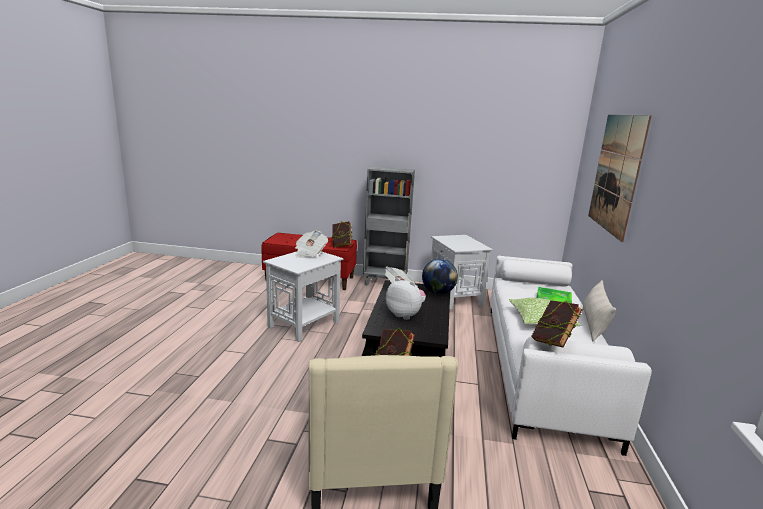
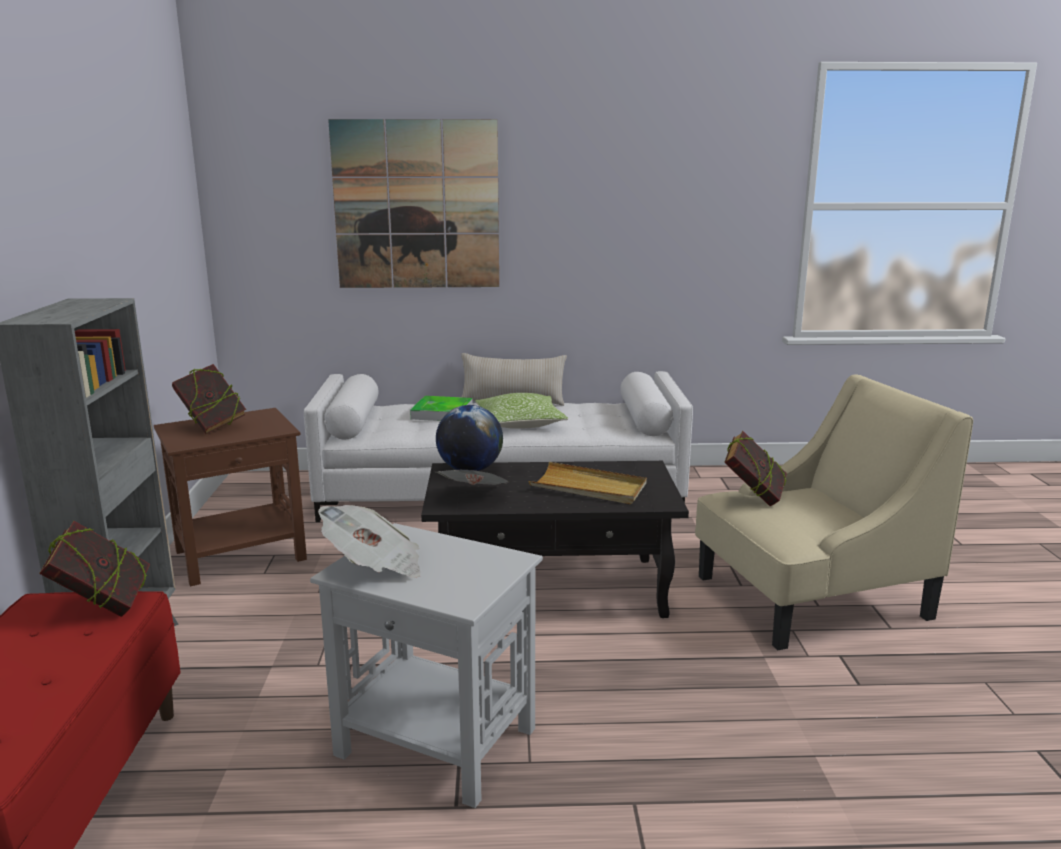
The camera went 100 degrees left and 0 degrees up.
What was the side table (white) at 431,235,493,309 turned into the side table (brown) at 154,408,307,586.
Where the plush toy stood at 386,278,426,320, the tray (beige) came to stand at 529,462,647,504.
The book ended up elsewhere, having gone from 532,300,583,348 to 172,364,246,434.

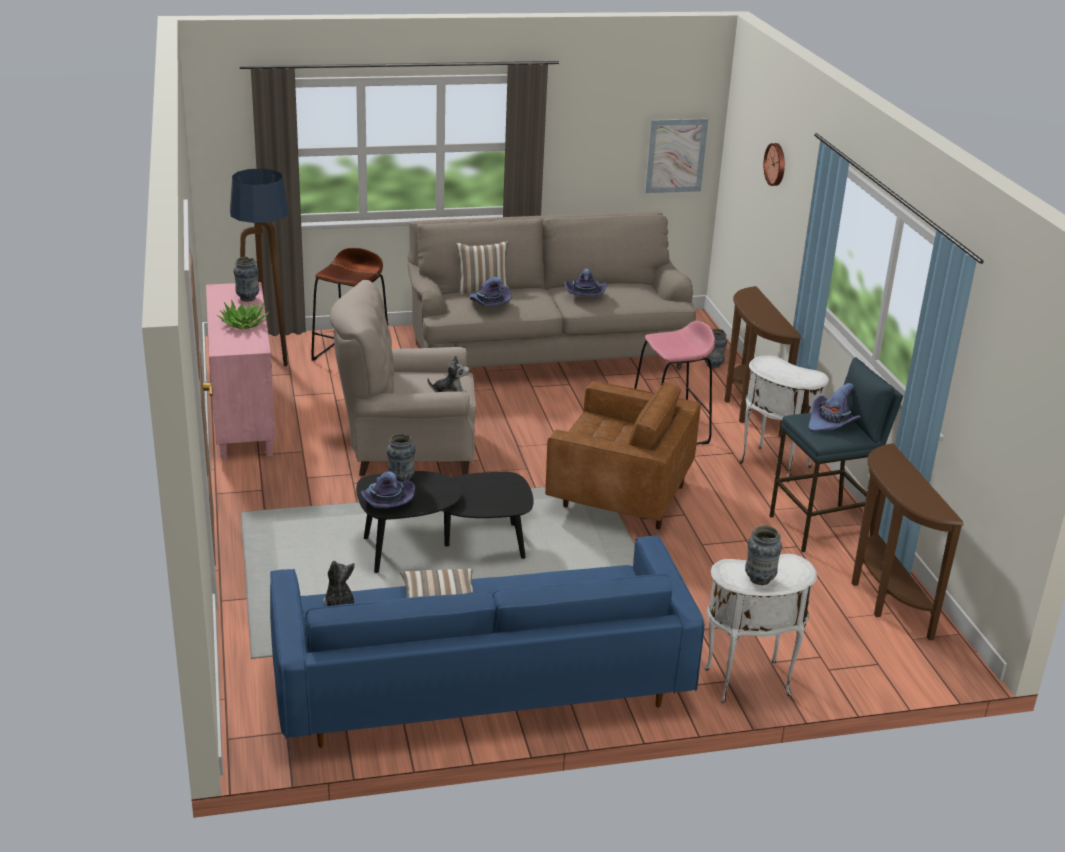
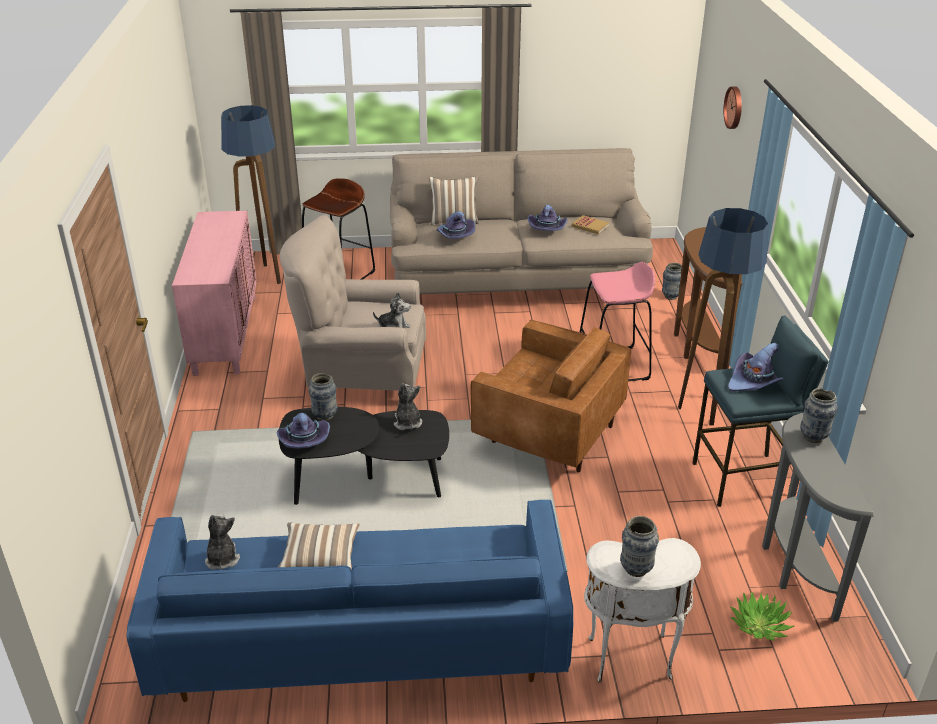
The camera went 10 degrees right and 5 degrees up.
The second view lost the picture at 645,118,708,193.
The vase ended up elsewhere, having gone from 233,257,259,301 to 800,388,838,443.
The potted plant ended up elsewhere, having gone from 217,300,269,329 to 730,592,794,640.
Where the side table (white) stood at 739,355,829,483, the floor lamp came to stand at 678,208,768,426.
What was the console table (brown) at 852,443,964,640 turned into the console table (grey) at 762,412,873,622.
The second view gained the book at 571,215,609,235.
The second view gained the plush toy at 394,383,422,430.

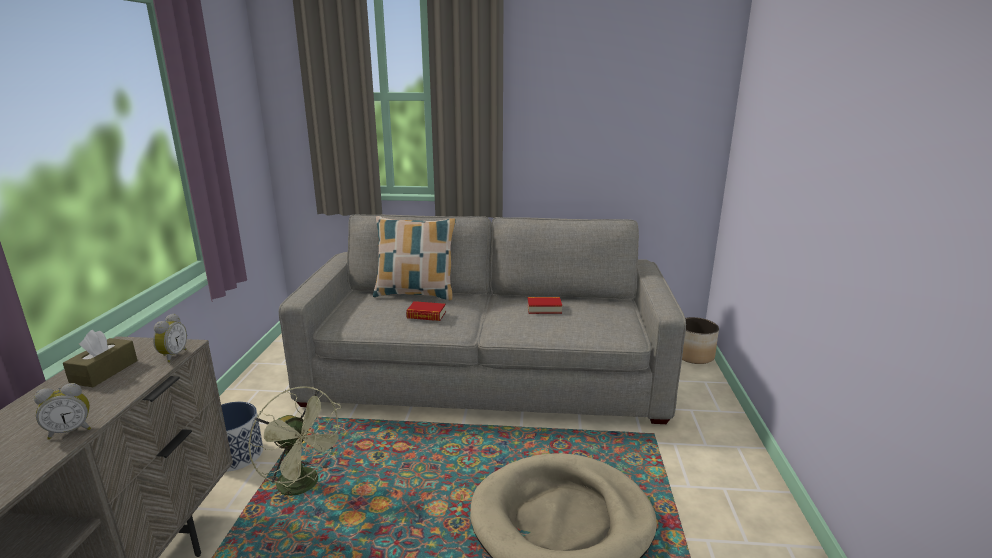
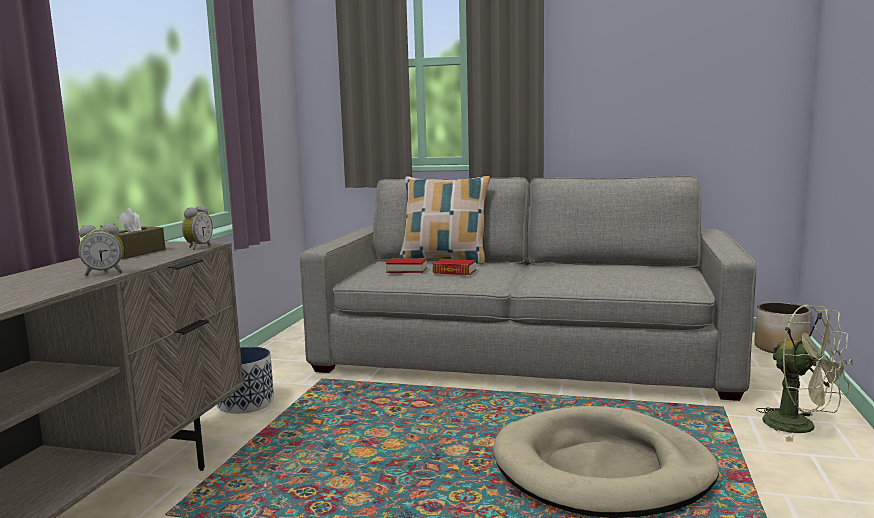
The camera went 10 degrees right and 10 degrees down.
The book ended up elsewhere, having gone from 527,297,562,314 to 386,258,427,273.
The fan (green) ended up elsewhere, having gone from 248,386,346,497 to 756,305,852,442.

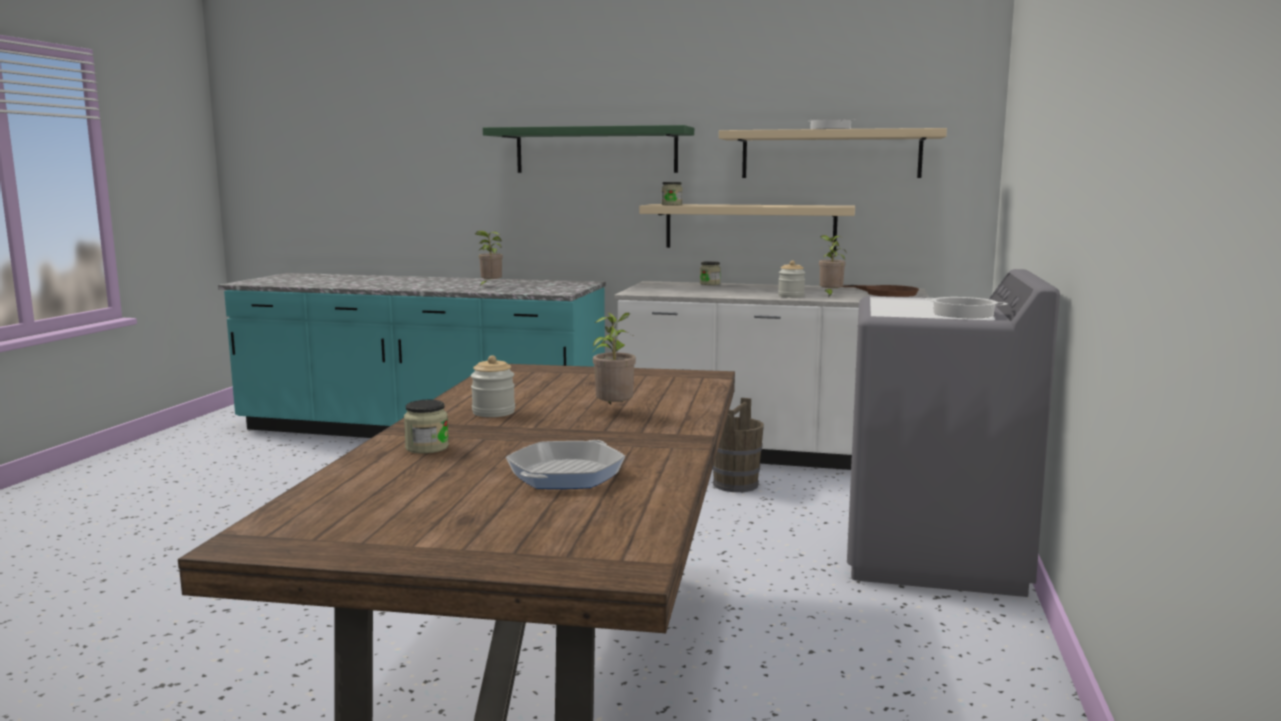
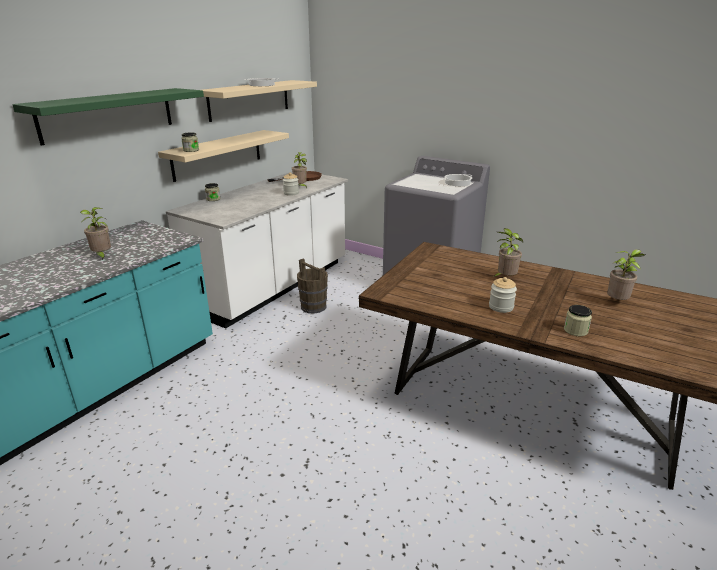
The camera went 70 degrees left and 15 degrees up.
Where the frying pan stood at 506,440,625,489, the potted plant came to stand at 607,249,645,300.

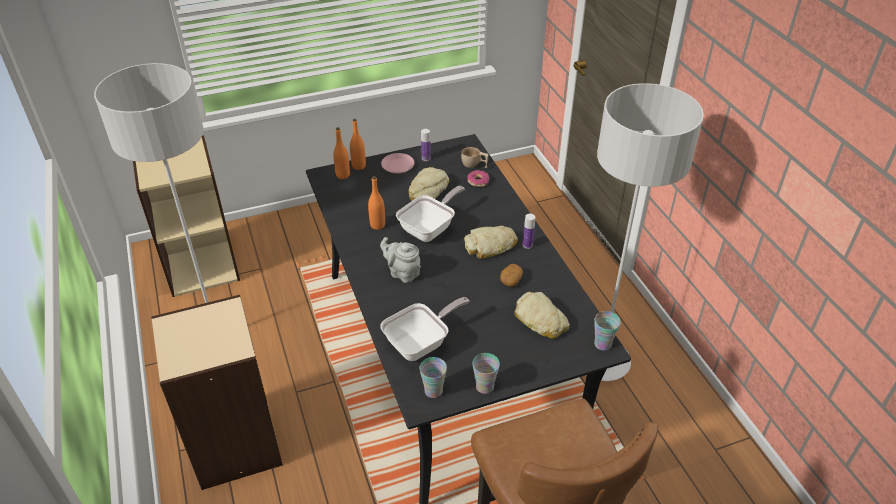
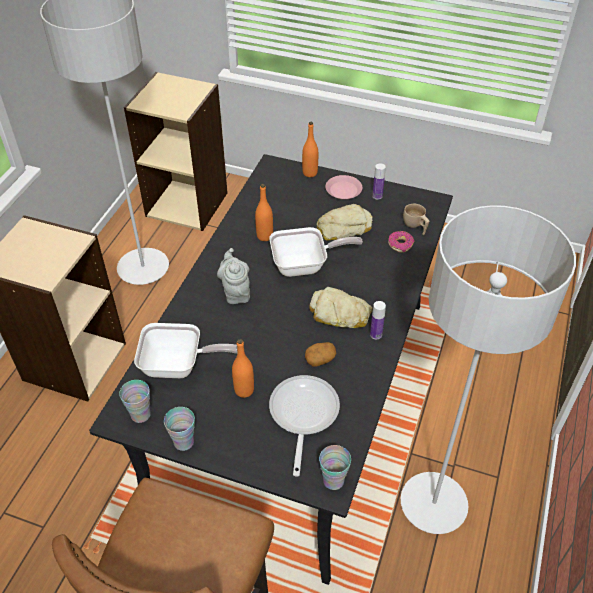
The camera went 40 degrees right and 5 degrees up.
The bottle (orange) ended up elsewhere, having gone from 333,127,350,179 to 232,339,254,398.
Where the bread stood at 515,292,570,339, the frying pan came to stand at 269,375,340,476.

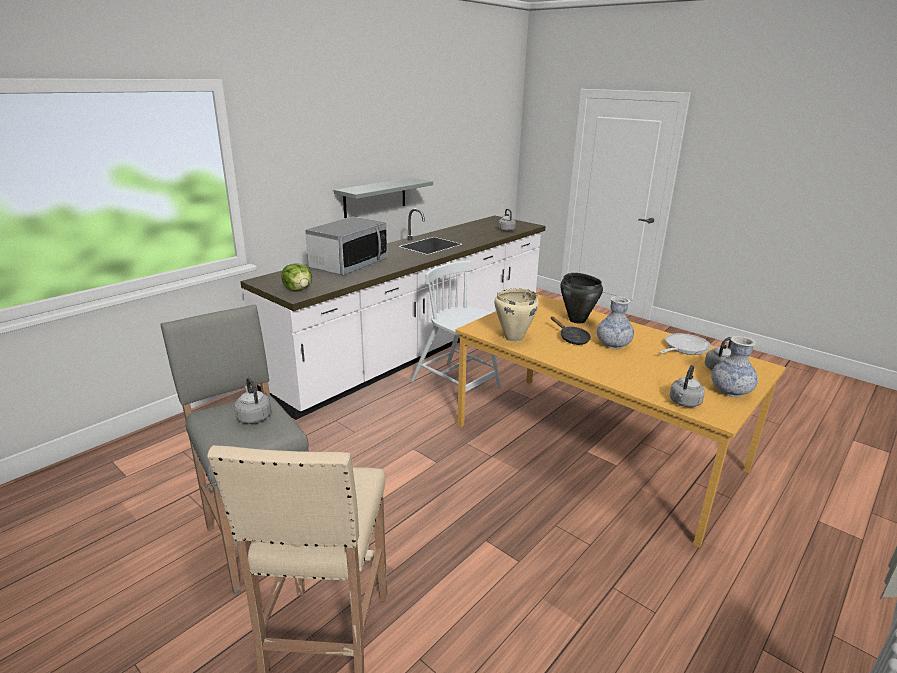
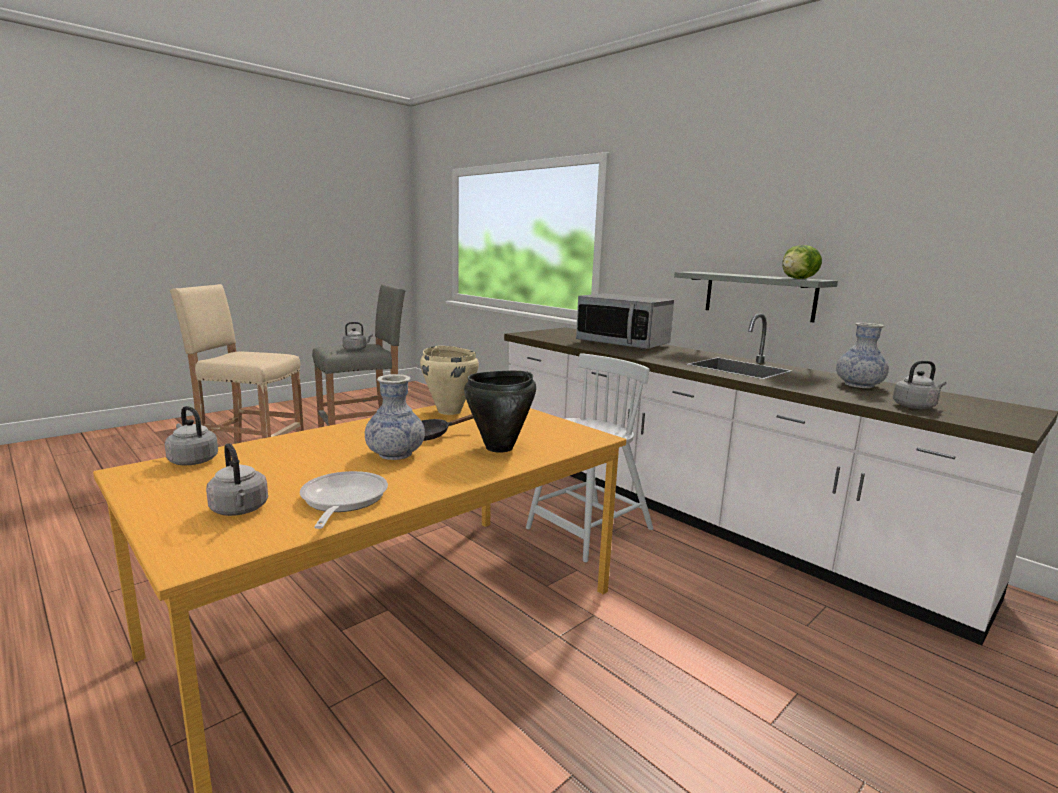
The camera went 95 degrees right and 10 degrees down.
The lettuce ended up elsewhere, having gone from 282,263,312,292 to 782,245,822,279.
The frying pan at 659,333,711,355 ended up facing another way, 150 degrees counterclockwise from before.
The vase ended up elsewhere, having gone from 711,336,758,397 to 836,323,889,388.

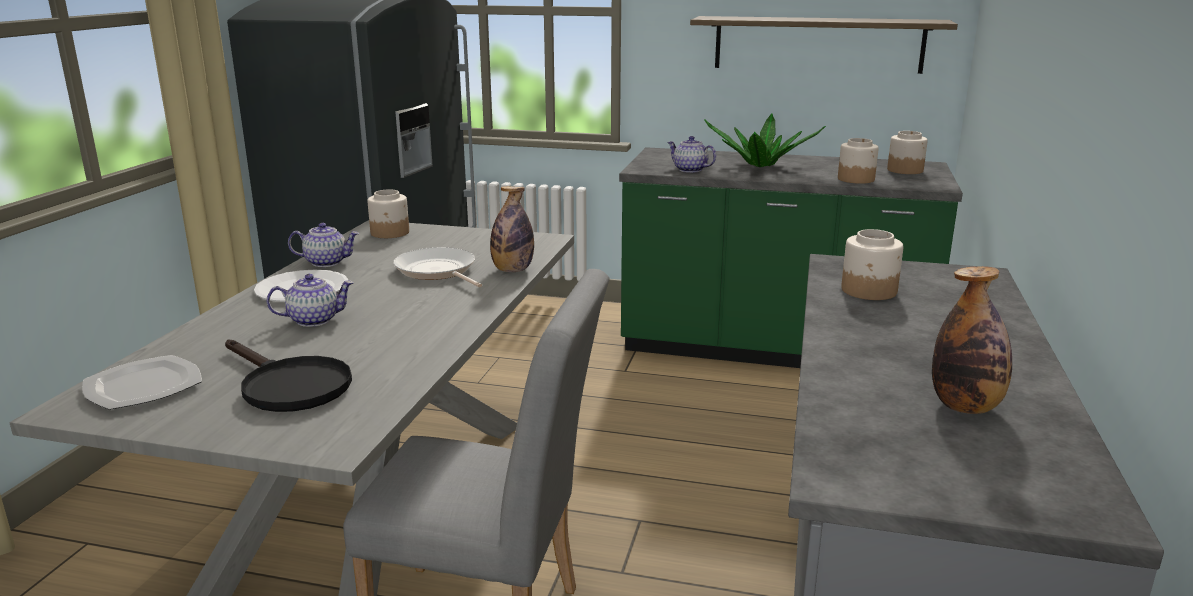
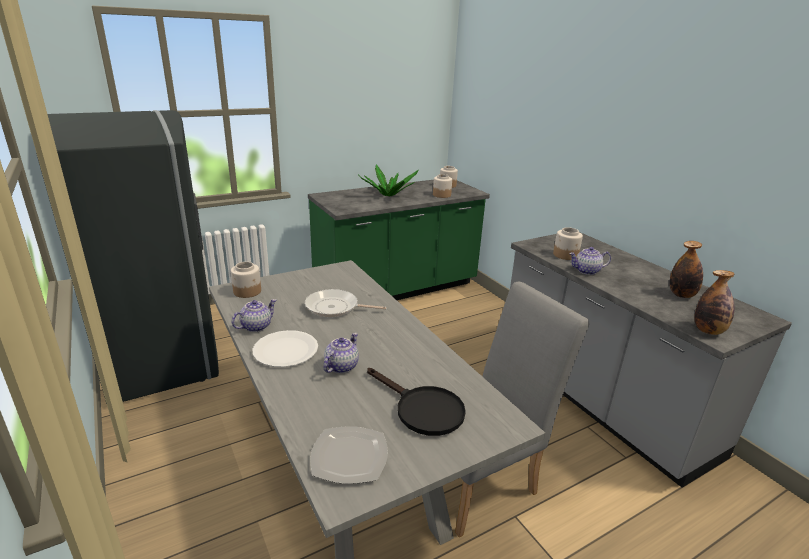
The camera went 45 degrees left and 5 degrees up.
The second view lost the shelf at 690,16,958,74.
The teapot ended up elsewhere, having gone from 667,136,716,173 to 569,247,611,275.
The bottle ended up elsewhere, having gone from 490,186,534,272 to 694,270,734,335.
The frying pan (black) at 225,340,352,412 ended up facing another way, 45 degrees clockwise from before.

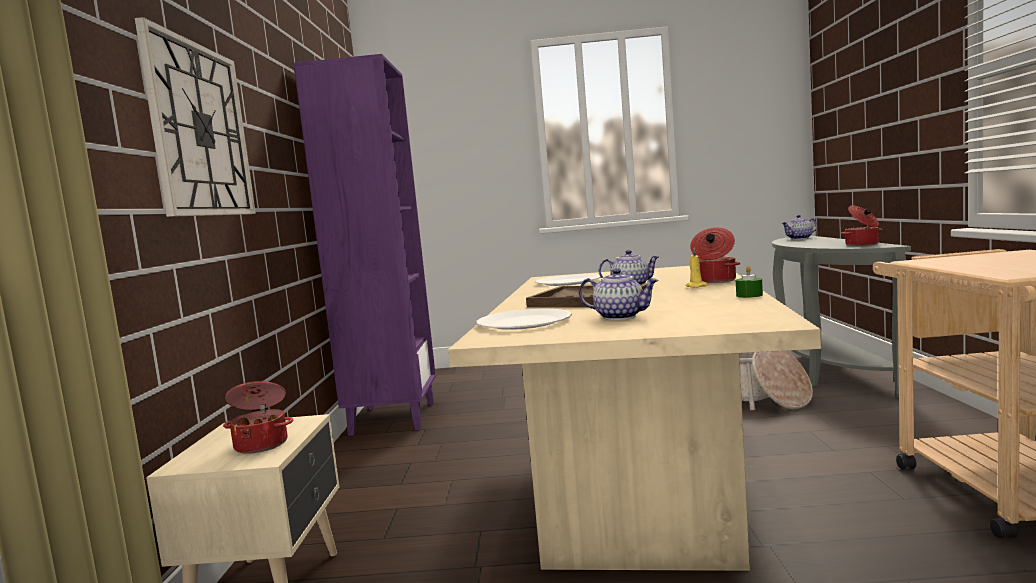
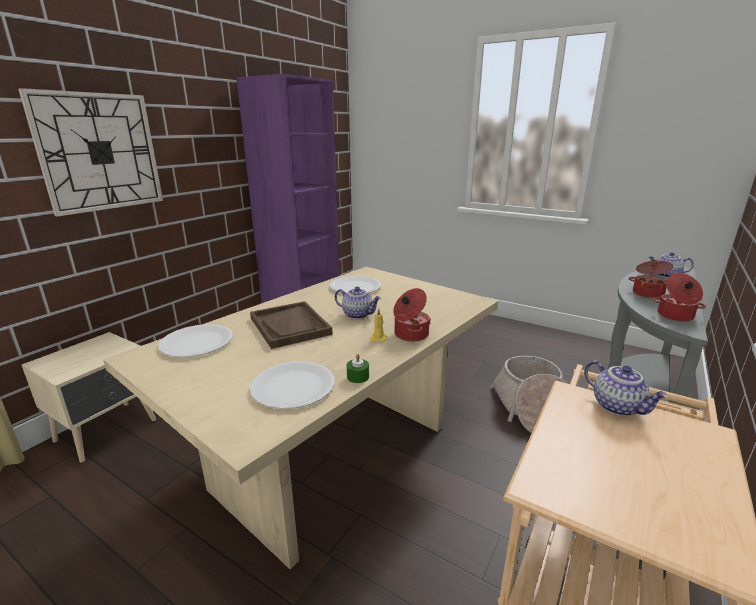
The camera went 30 degrees right and 15 degrees up.
The teapot ended up elsewhere, having gone from 579,268,659,320 to 584,361,668,416.
The cooking pot ended up elsewhere, having gone from 223,381,294,454 to 629,260,673,299.
The second view gained the plate (white) at 250,361,335,409.

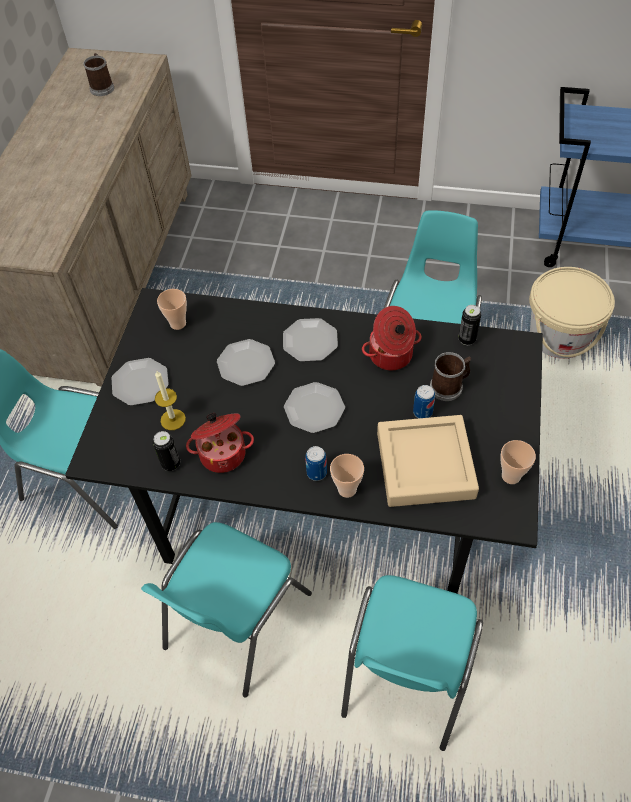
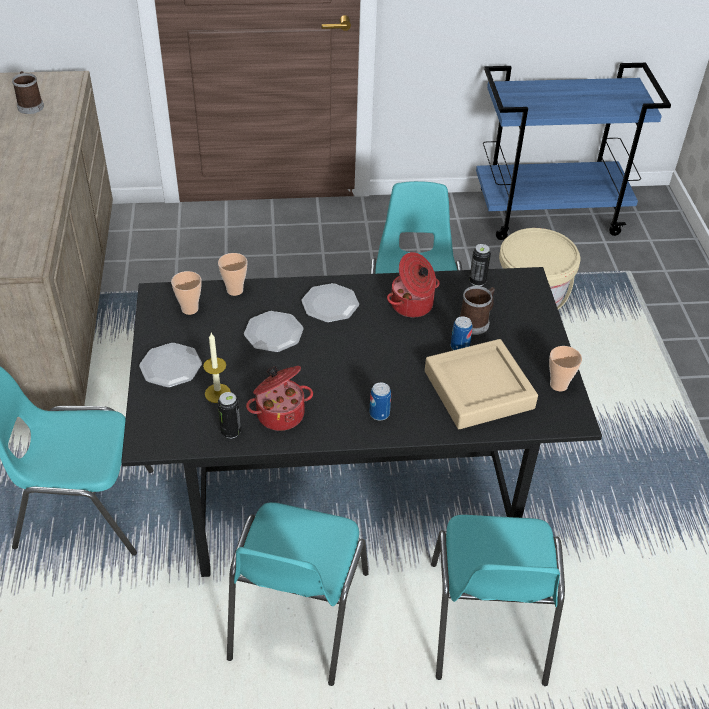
The camera went 20 degrees left and 10 degrees down.
The second view lost the plate at 284,382,345,433.
The cup ended up elsewhere, having gone from 330,454,364,498 to 218,253,247,296.

